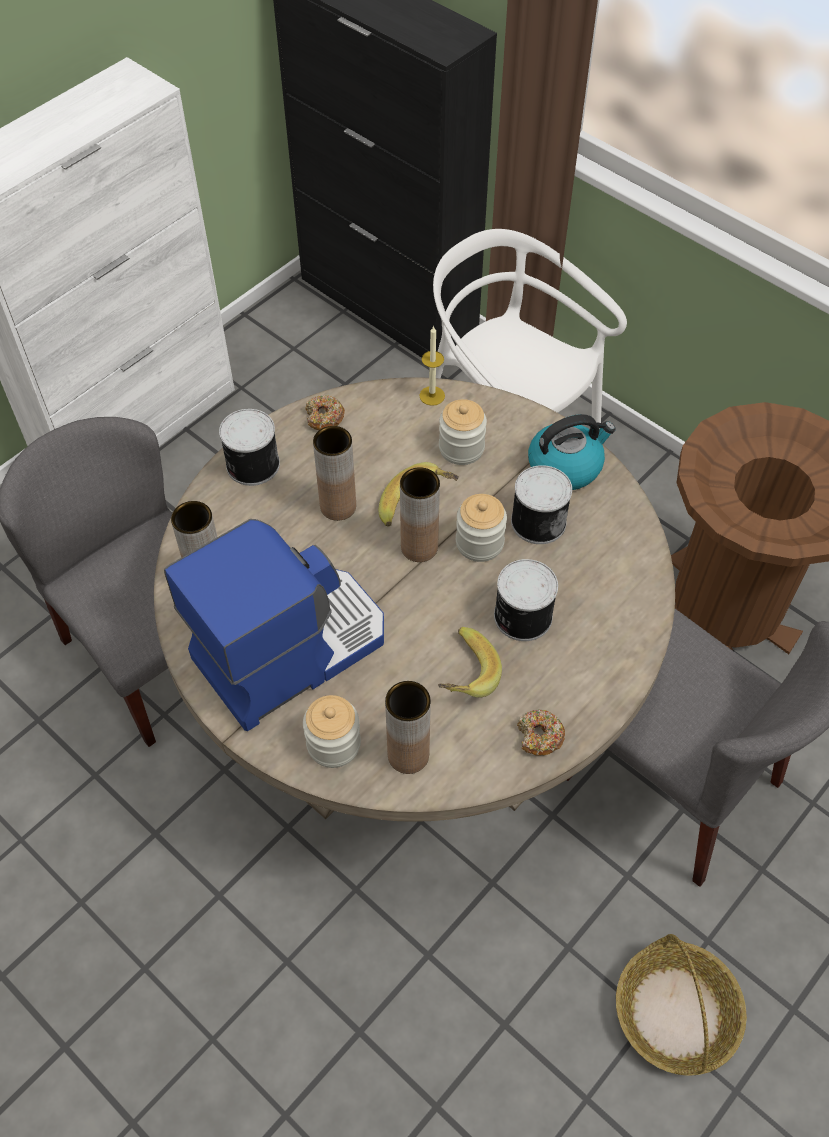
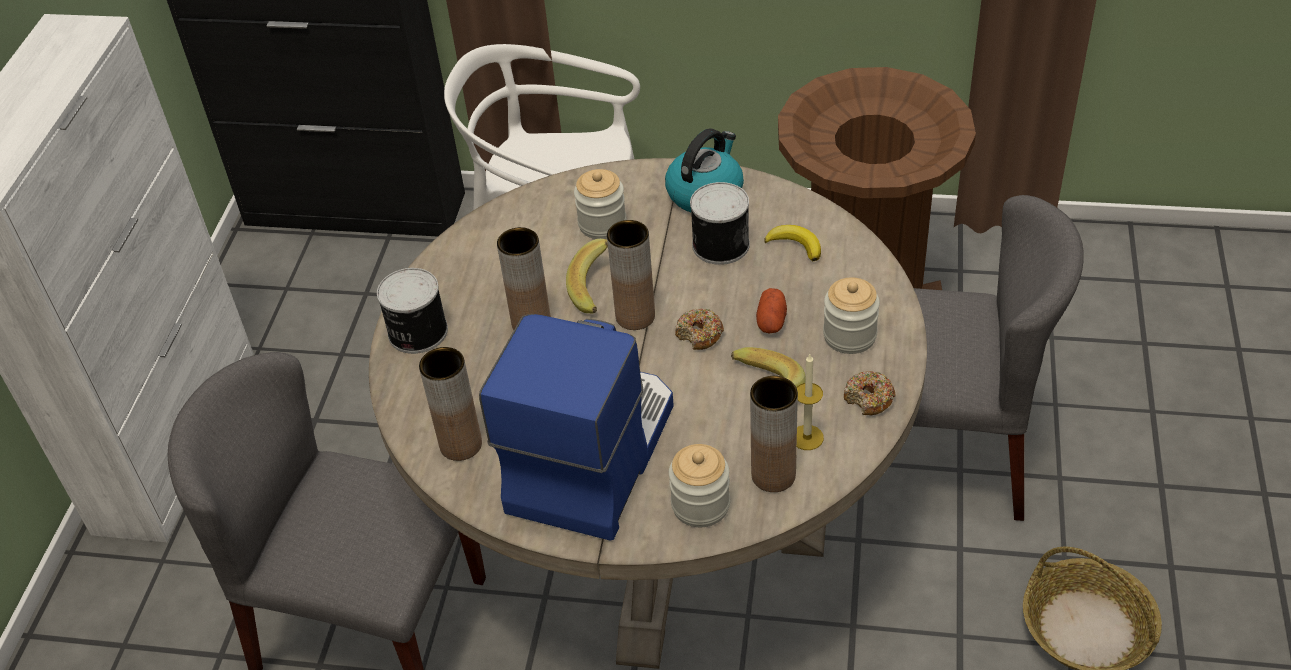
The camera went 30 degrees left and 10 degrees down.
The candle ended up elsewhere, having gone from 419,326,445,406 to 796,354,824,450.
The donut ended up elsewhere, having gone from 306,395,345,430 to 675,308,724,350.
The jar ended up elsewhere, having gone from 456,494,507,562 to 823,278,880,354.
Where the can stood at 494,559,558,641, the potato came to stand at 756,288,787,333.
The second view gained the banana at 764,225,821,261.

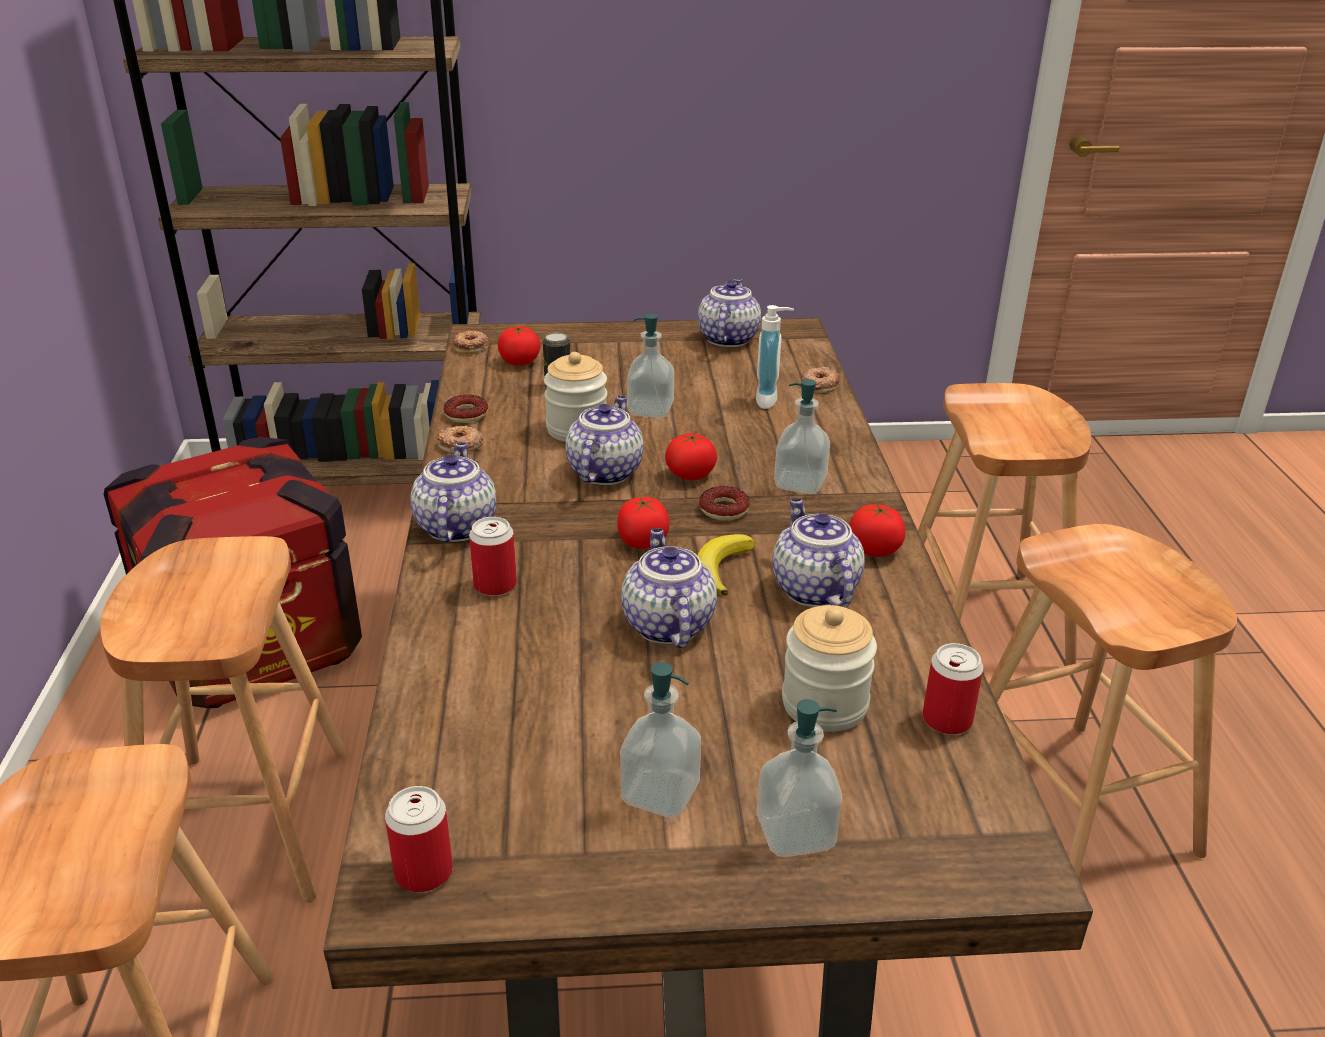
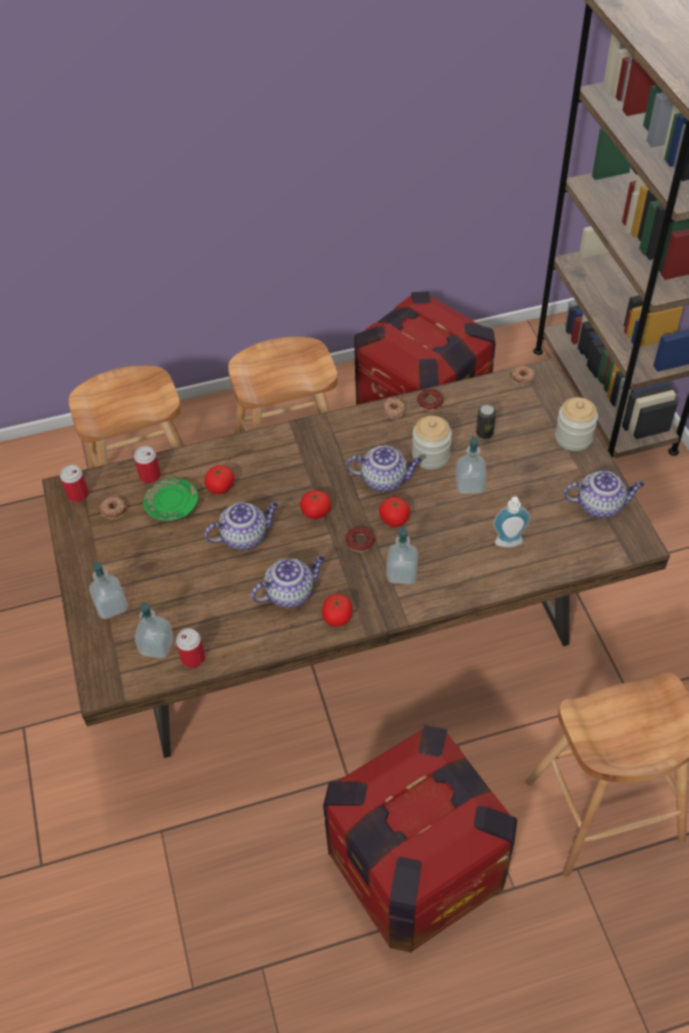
The camera went 80 degrees right and 20 degrees up.
The tomato ended up elsewhere, having gone from 498,326,540,365 to 204,465,234,494.
The donut ended up elsewhere, having gone from 801,367,840,393 to 99,496,127,520.
The second view lost the teapot at 410,442,497,543.
The can ended up elsewhere, having gone from 469,517,517,596 to 134,446,161,483.
Where the stool (brown) stood at 989,524,1237,879, the crate came to stand at 323,725,517,953.
The second view lost the banana at 697,534,755,596.
The jar ended up elsewhere, having gone from 782,605,877,732 to 555,397,598,451.
The soap dispenser ended up elsewhere, having gone from 620,662,701,818 to 135,603,174,659.
The second view gained the plate (green) at 143,478,198,522.

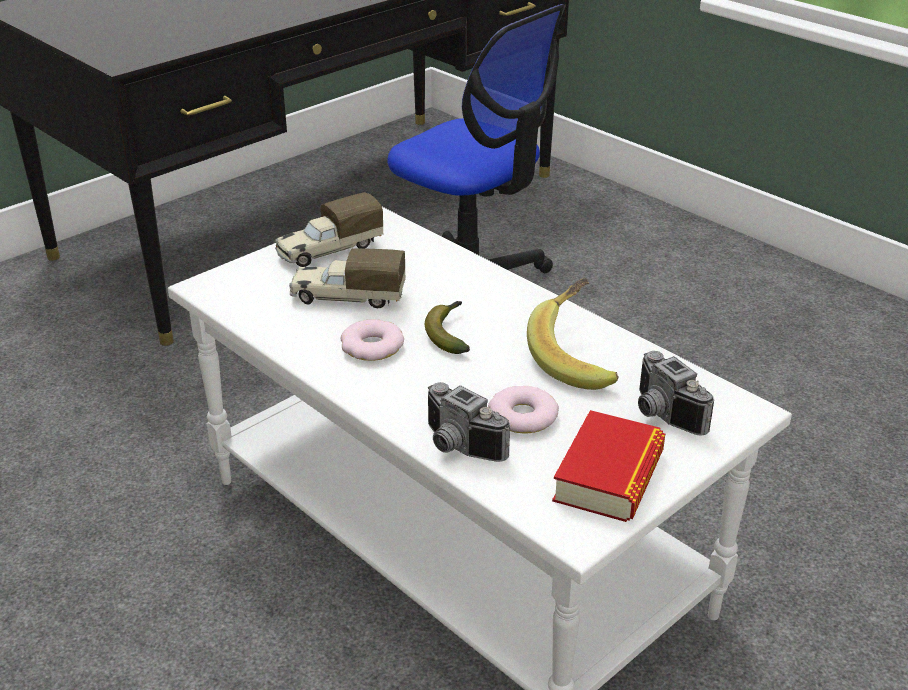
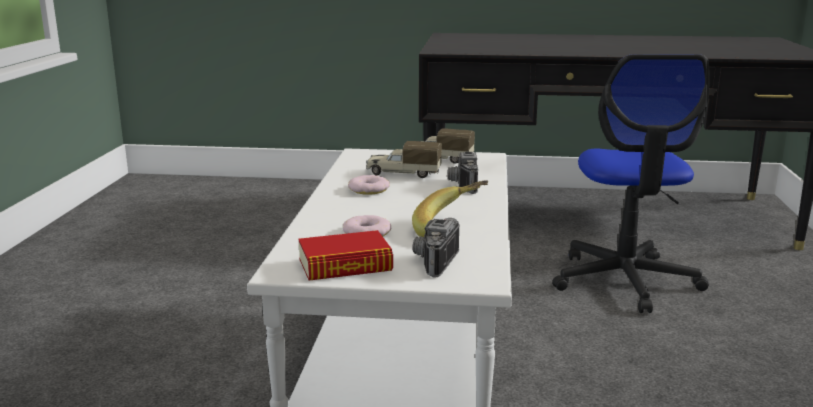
The camera went 50 degrees right and 15 degrees down.
The toy truck at 289,248,406,308 ended up facing another way, 45 degrees counterclockwise from before.
The second view lost the banana at 425,301,470,354.
The photo camera ended up elsewhere, having gone from 428,382,510,462 to 448,152,478,194.

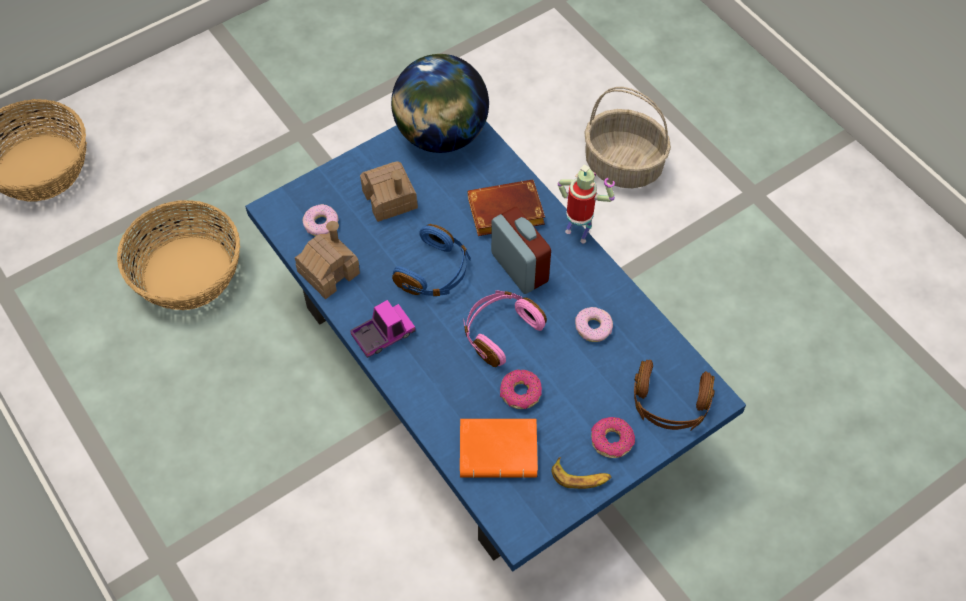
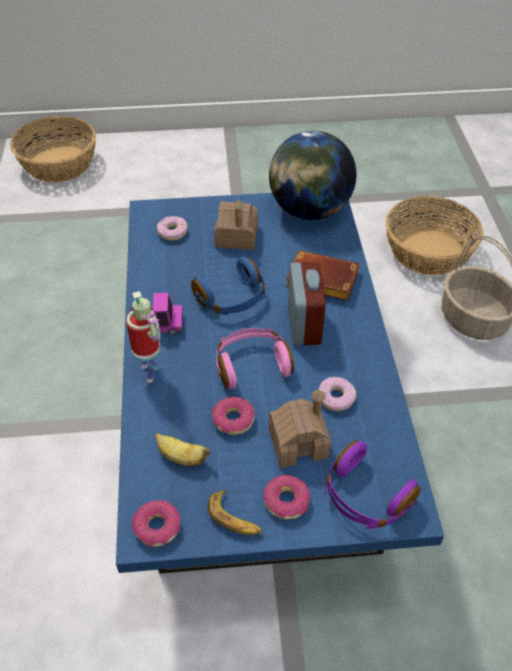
The camera went 30 degrees right and 10 degrees down.
The toy robot ended up elsewhere, having gone from 557,164,615,243 to 126,291,161,383.
The basket ended up elsewhere, having gone from 117,200,240,310 to 385,196,483,275.
The toy house ended up elsewhere, having gone from 295,221,360,299 to 268,390,331,468.
What was the headphones (brown) at 634,360,715,431 turned into the headphones (purple) at 325,440,421,529.
Where the book (orange) stood at 460,419,538,478, the banana came to stand at 156,433,210,466.
The second view gained the donut at 132,500,180,547.

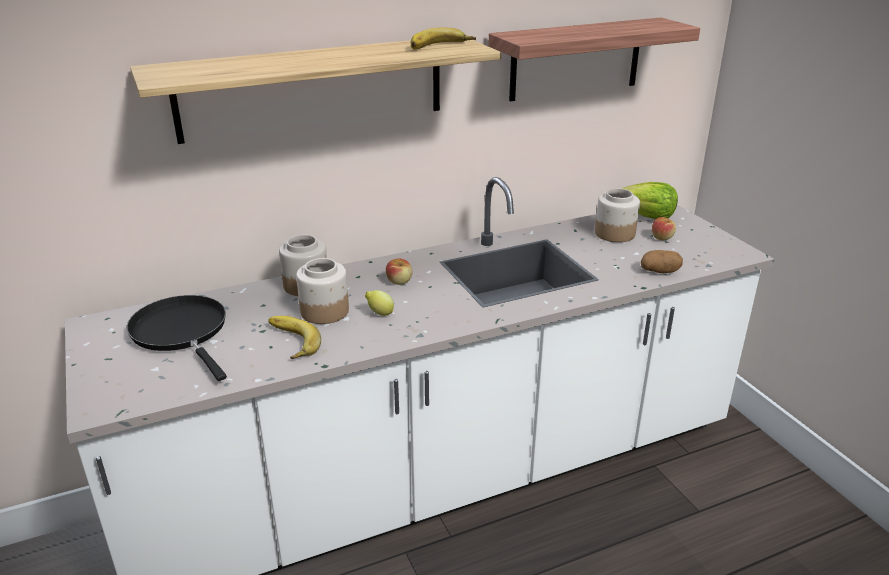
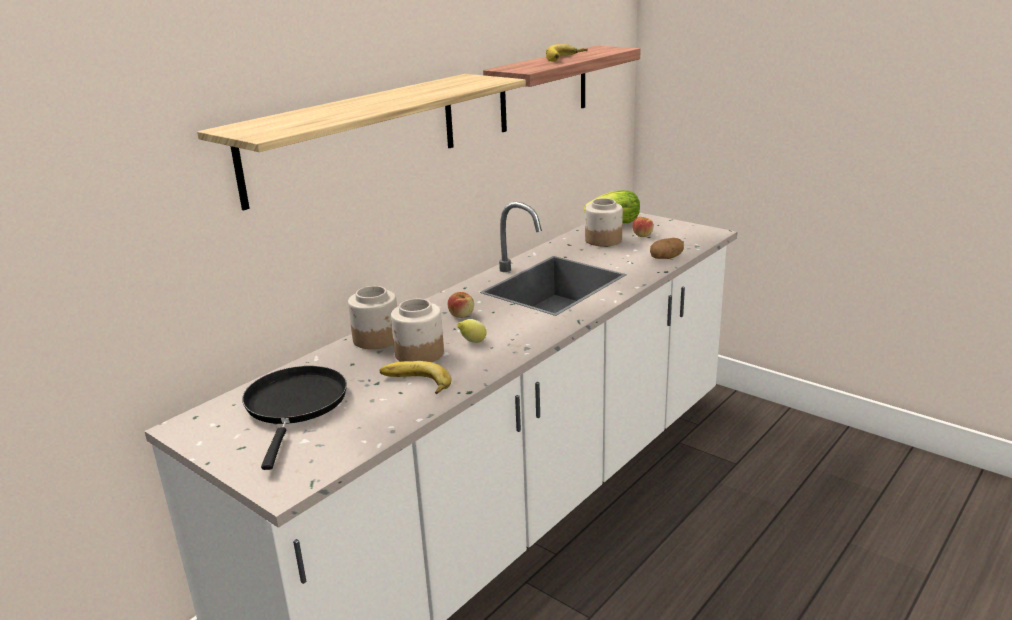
The camera went 25 degrees left and 5 degrees down.
The banana ended up elsewhere, having gone from 411,27,476,50 to 546,44,588,62.
The frying pan (black) at 127,295,227,381 ended up facing another way, 60 degrees clockwise from before.

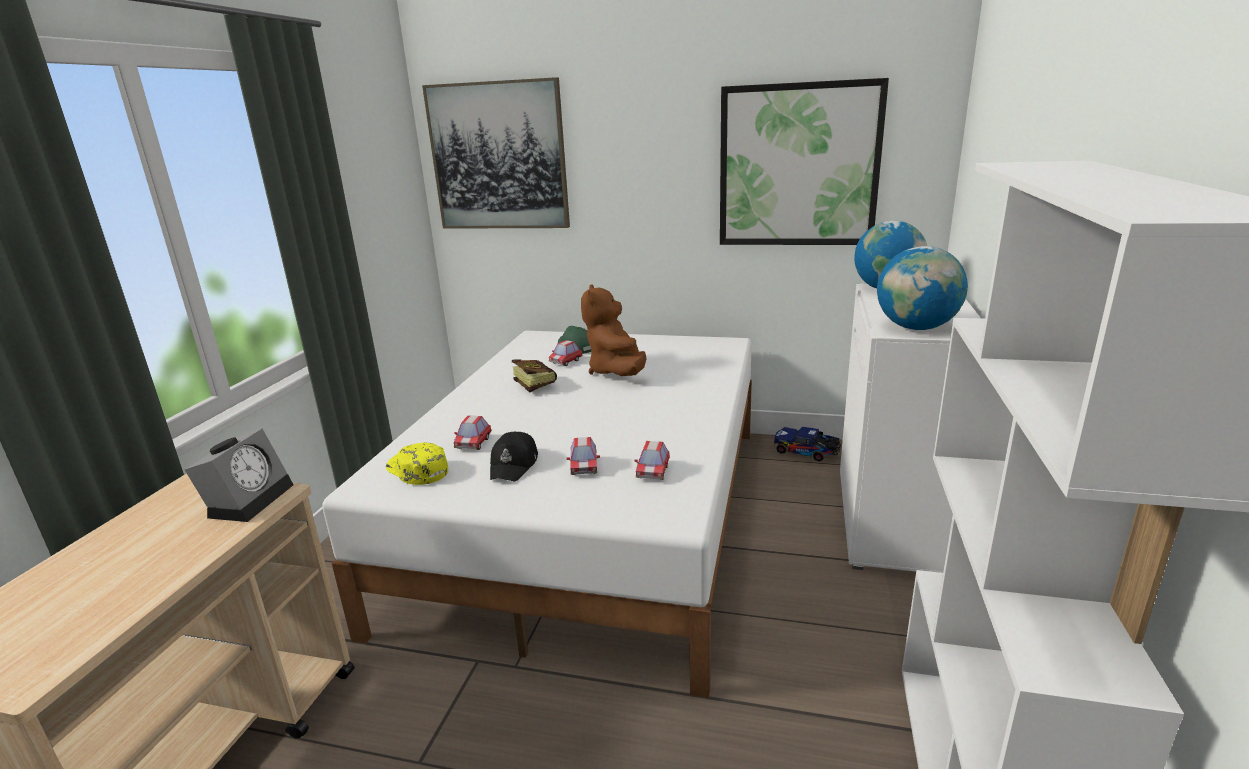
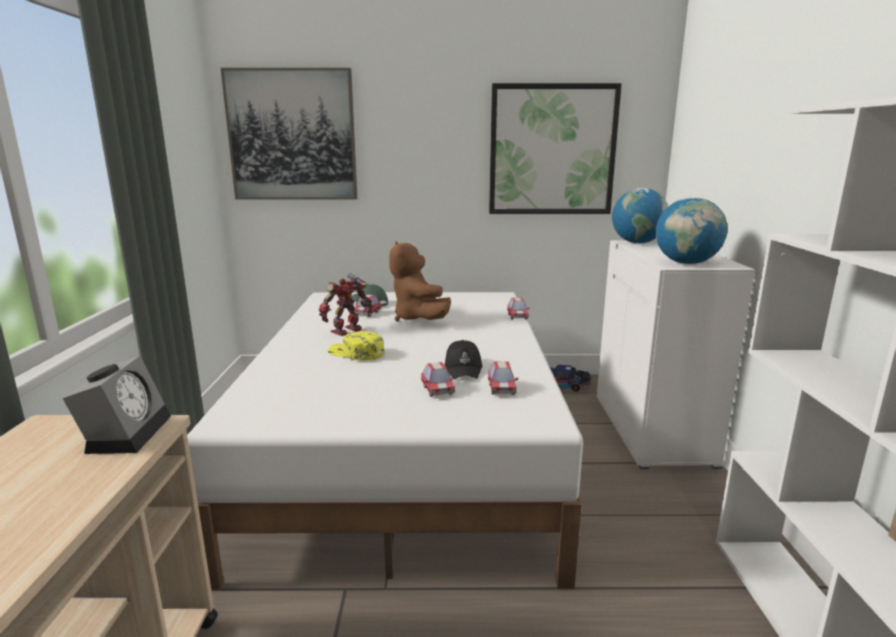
The camera went 15 degrees left and 5 degrees down.
Where the book stood at 512,360,557,393, the toy robot came to stand at 319,273,372,336.
The toy car ended up elsewhere, having gone from 454,416,492,450 to 507,298,530,320.
The cap (black) ended up elsewhere, having gone from 490,432,538,481 to 445,340,483,379.
The cap (yellow) ended up elsewhere, having gone from 386,442,448,485 to 328,331,384,361.

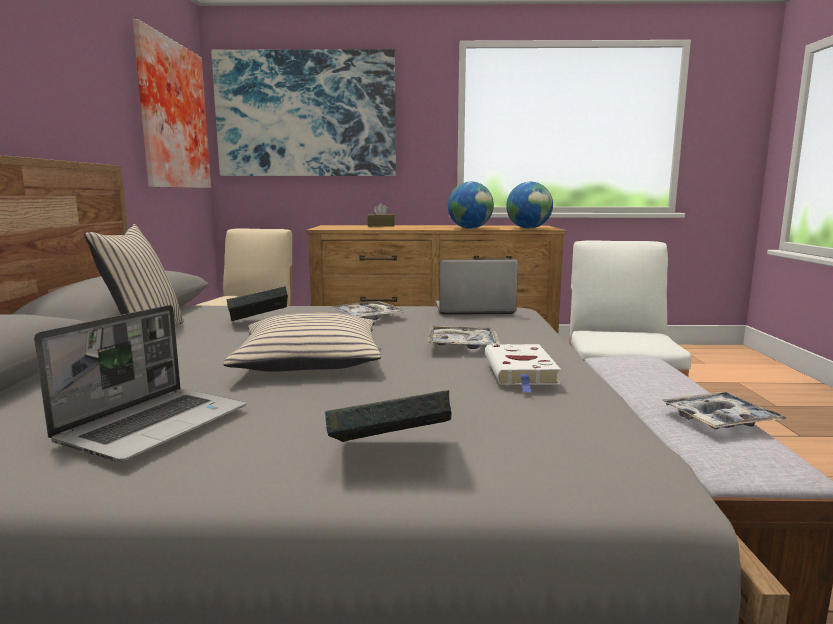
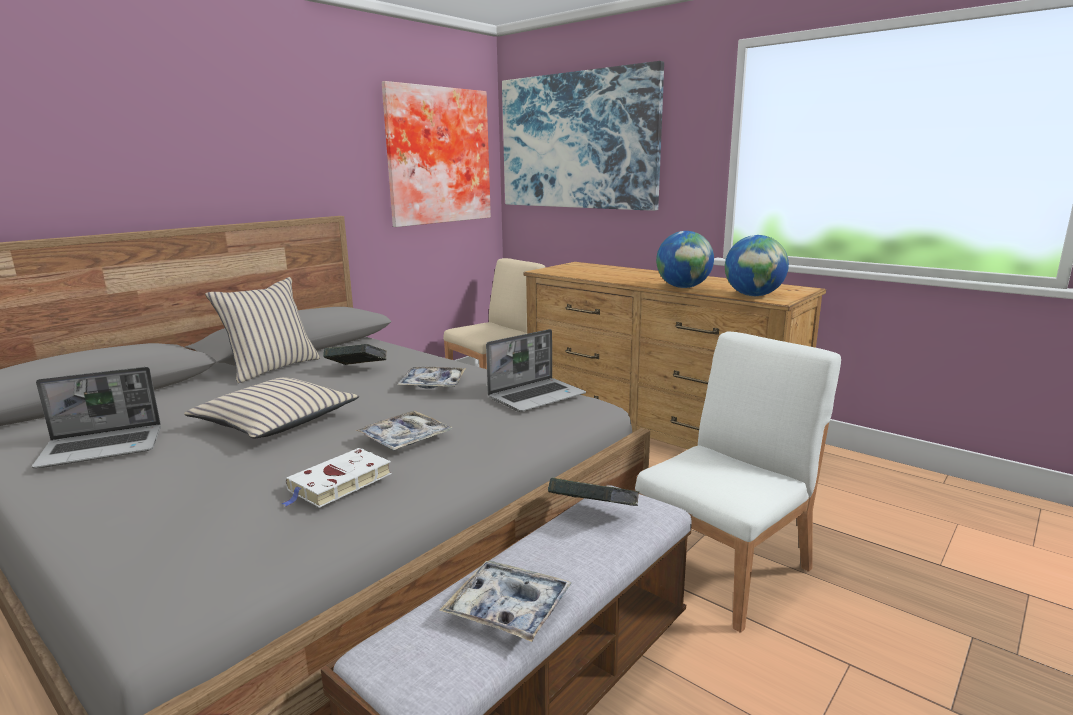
The camera went 40 degrees right and 5 degrees up.
The second view lost the tissue box (brown) at 367,203,395,227.
The laptop at 436,259,518,315 ended up facing another way, 105 degrees clockwise from before.
The book ended up elsewhere, having gone from 325,390,452,442 to 548,477,639,506.

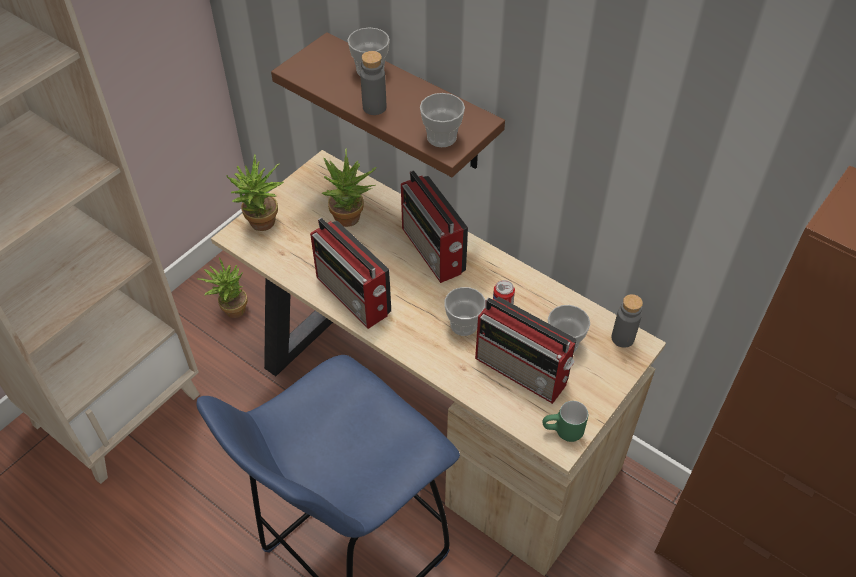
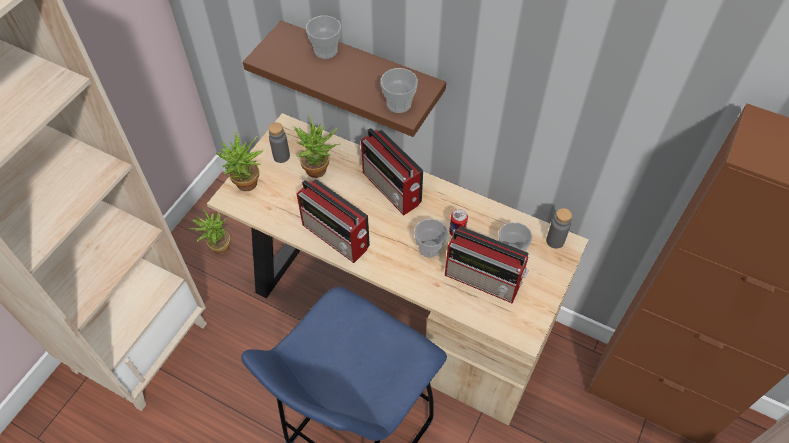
The camera went 10 degrees left and 5 degrees up.
The bottle (grey) ended up elsewhere, having gone from 360,51,386,115 to 269,122,290,163.
The second view lost the mug (green) at 543,401,588,442.

